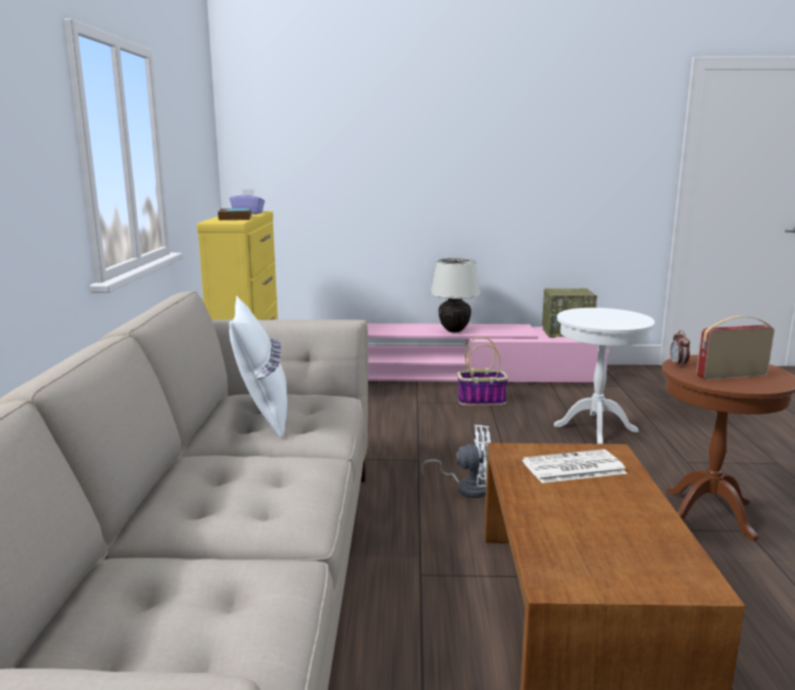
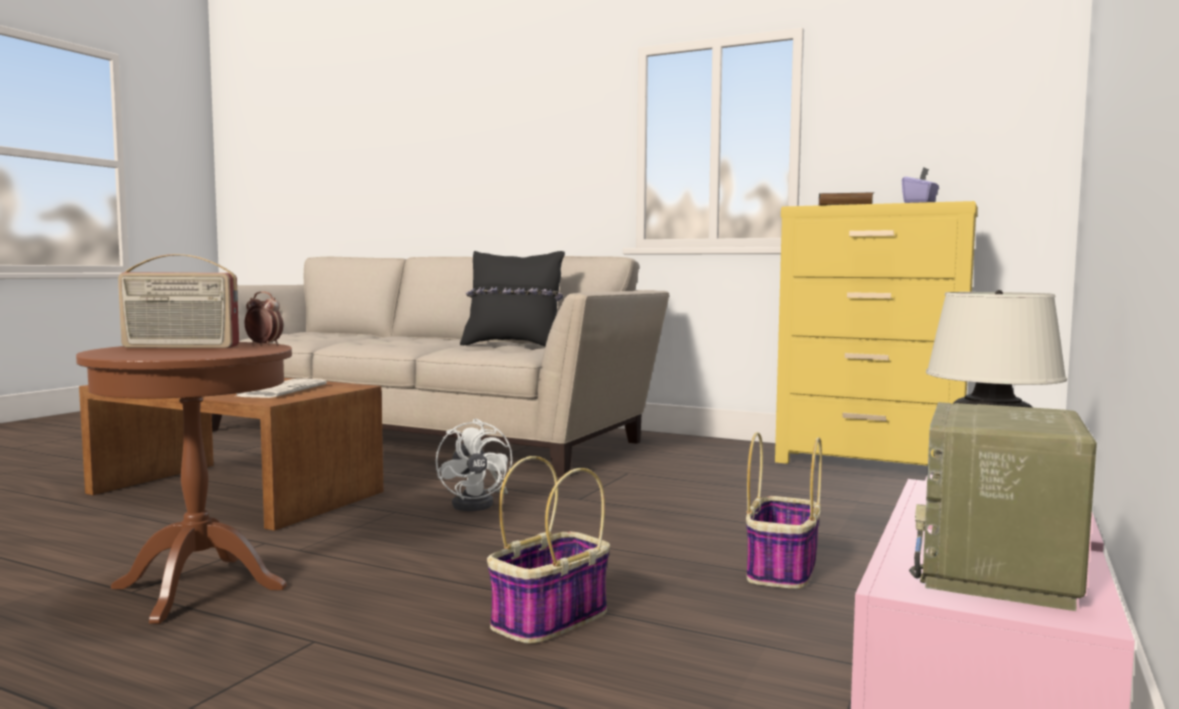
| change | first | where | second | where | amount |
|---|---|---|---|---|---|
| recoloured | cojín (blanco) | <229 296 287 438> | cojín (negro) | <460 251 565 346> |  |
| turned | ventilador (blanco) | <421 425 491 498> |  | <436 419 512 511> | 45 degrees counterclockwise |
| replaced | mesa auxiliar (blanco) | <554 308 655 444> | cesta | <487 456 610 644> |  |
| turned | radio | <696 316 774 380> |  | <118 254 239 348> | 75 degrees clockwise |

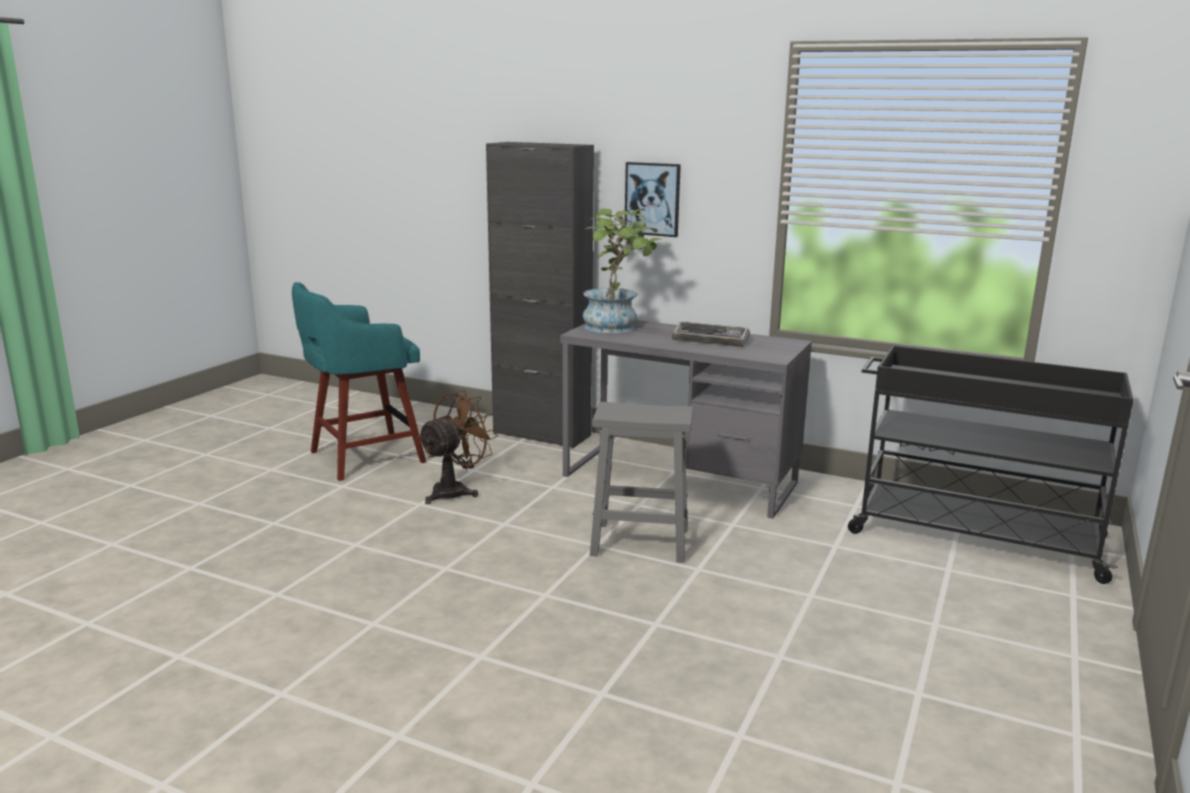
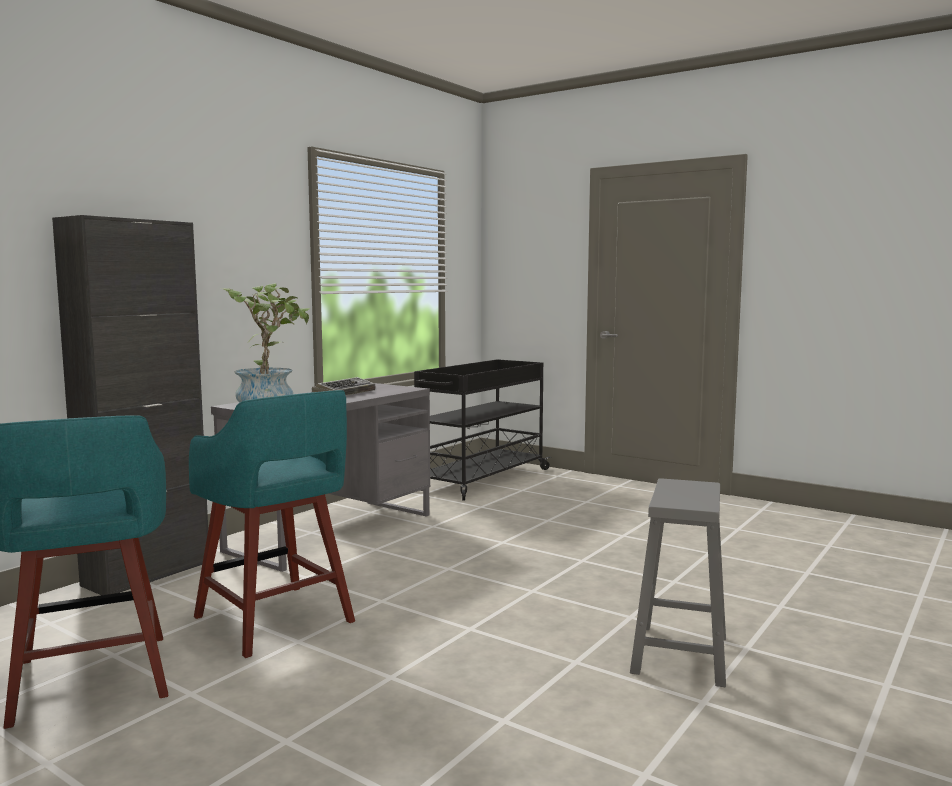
| change | first | where | second | where | amount |
|---|---|---|---|---|---|
| replaced | ventilador (marrón) | <417 390 498 504> | taburete (turquesa) | <189 390 355 658> |  |
| moved | taburete (gris) | <590 402 693 563> |  | <630 478 726 687> |  |
| removed | cuadro | <625 162 681 237> |  |  |  |

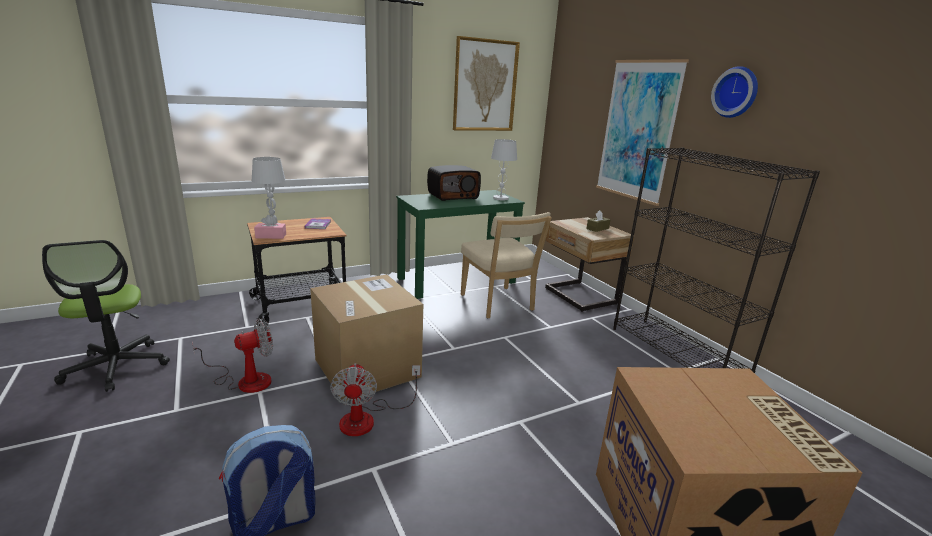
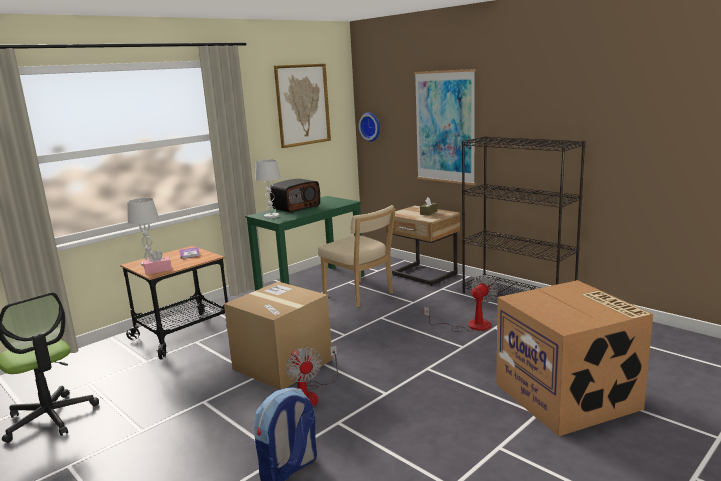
| change | first | where | second | where | amount |
|---|---|---|---|---|---|
| moved | ventilador | <192 318 273 393> |  | <424 275 498 332> |  |
| moved | lámpara de mesa (blanco) | <491 139 517 201> |  | <255 159 281 219> |  |
| moved | reloj de pared | <711 66 758 118> |  | <359 113 380 142> |  |

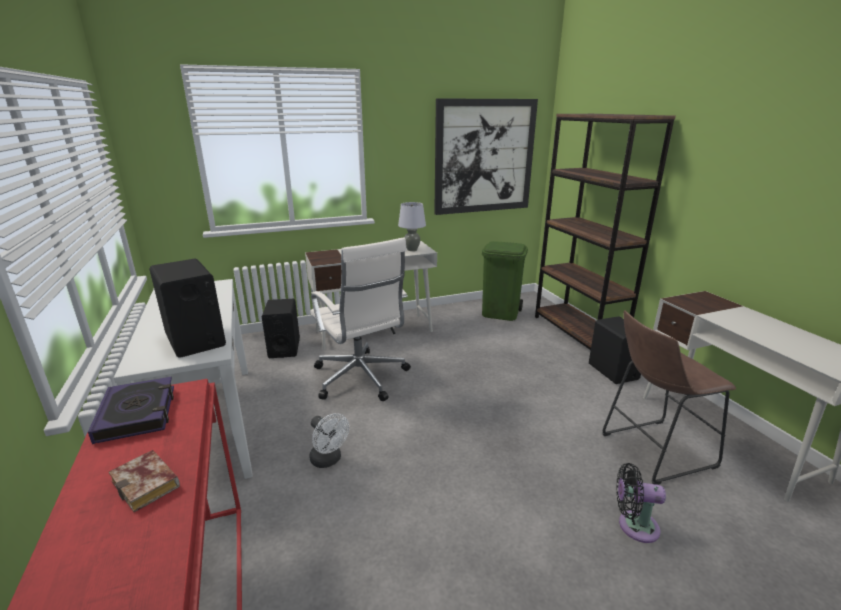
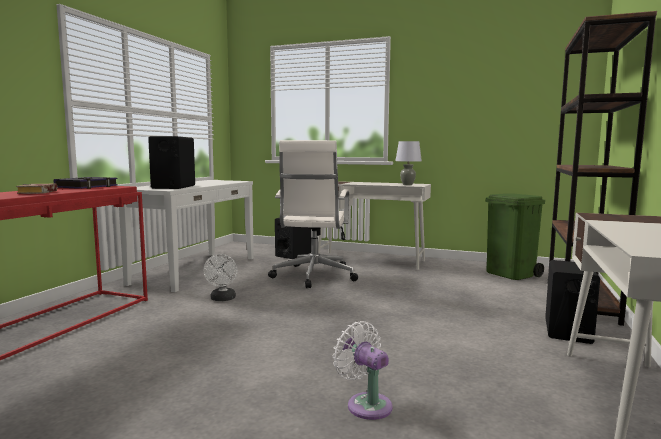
| change | first | where | second | where | amount |
|---|---|---|---|---|---|
| removed | cuadro | <434 98 538 215> |  |  |  |
| removed | taburete (marrón) | <602 310 736 485> |  |  |  |
| recoloured | ventilador (negro) | <616 463 666 543> | ventilador (blanco) | <333 321 393 420> |  |

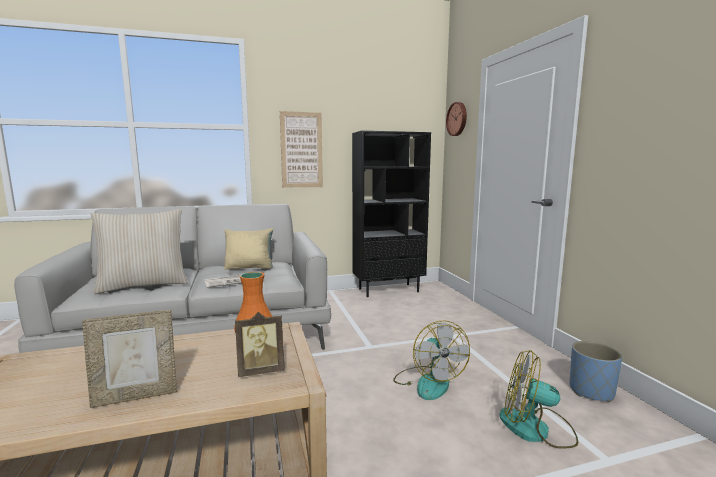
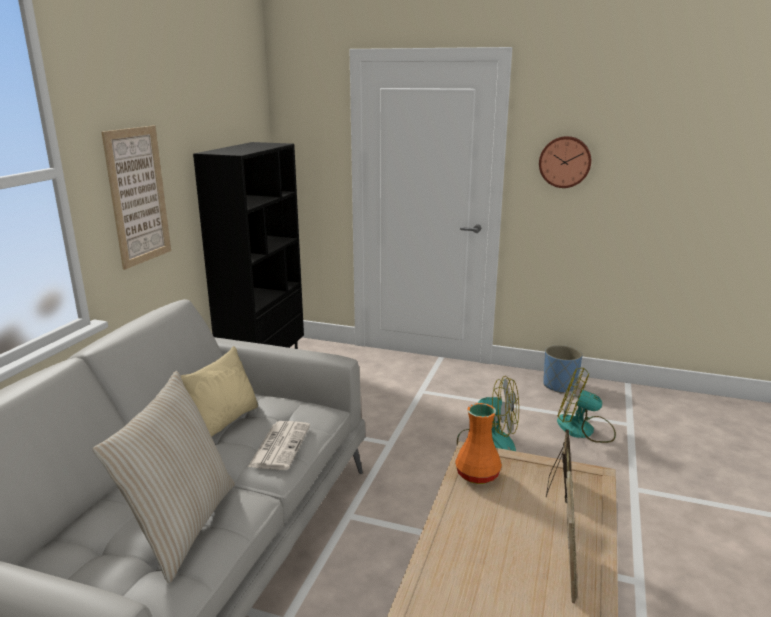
| change | first | where | second | where | amount |
|---|---|---|---|---|---|
| moved | reloj de pared | <446 102 467 136> |  | <539 136 591 188> |  |
| turned | ventilador | <499 350 578 448> |  | <557 368 616 443> | 60 degrees clockwise |

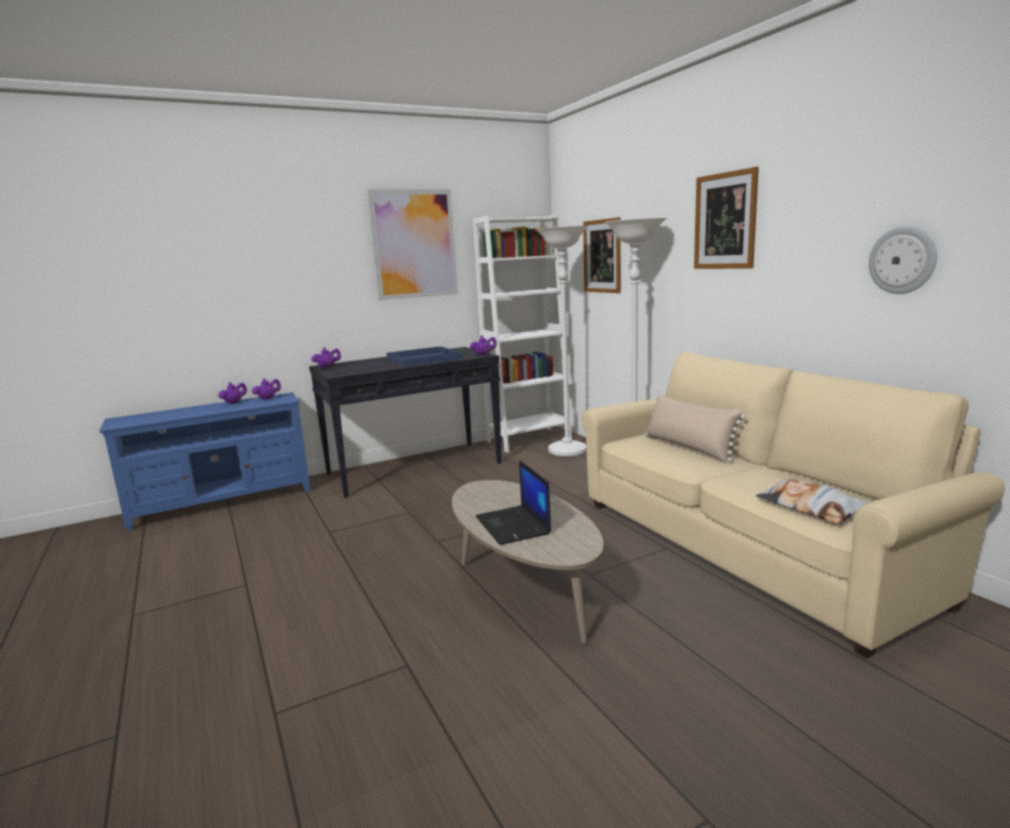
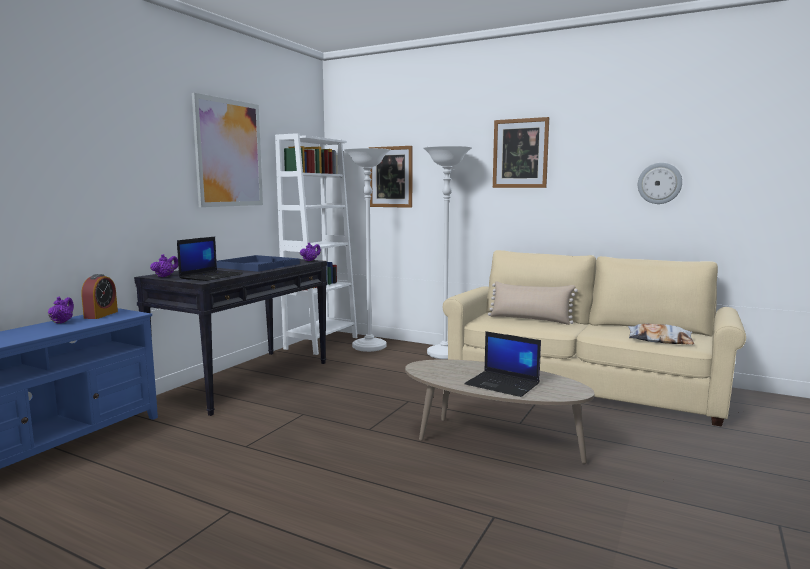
| change | first | where | second | where | amount |
|---|---|---|---|---|---|
| replaced | tetera (morado) | <252 378 281 400> | despertador | <81 274 118 319> |  |
| added |  |  | portátil | <177 237 243 281> |  |

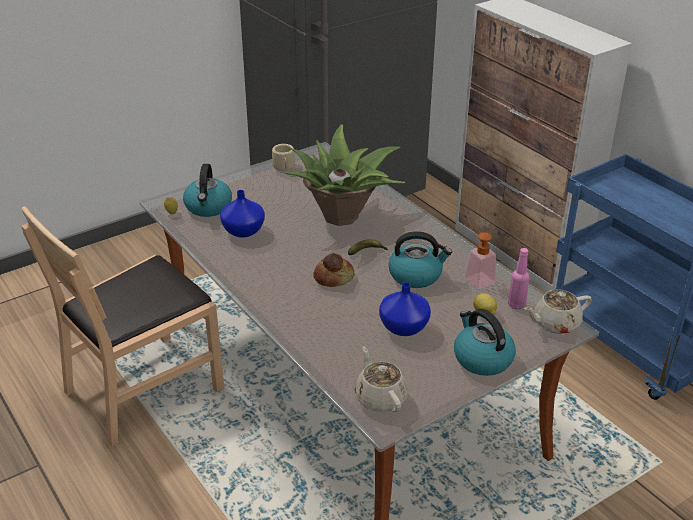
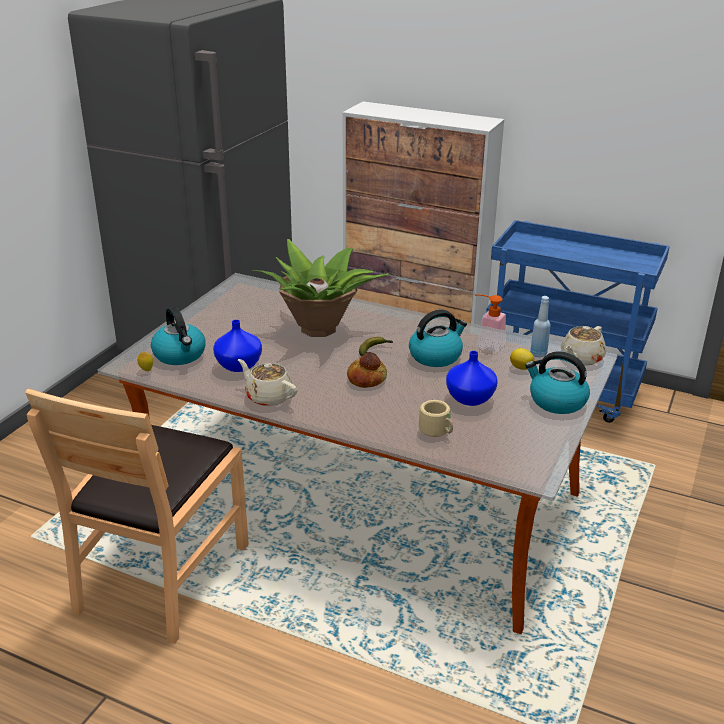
| change | first | where | second | where | amount |
|---|---|---|---|---|---|
| moved | taza grande (beis) | <272 144 295 170> |  | <419 400 453 437> |  |
| moved | tetera (beis) | <355 346 408 412> |  | <238 359 297 406> |  |
| recoloured | botella (rosa) | <508 248 530 309> | botella (azul) | <530 296 551 357> |  |

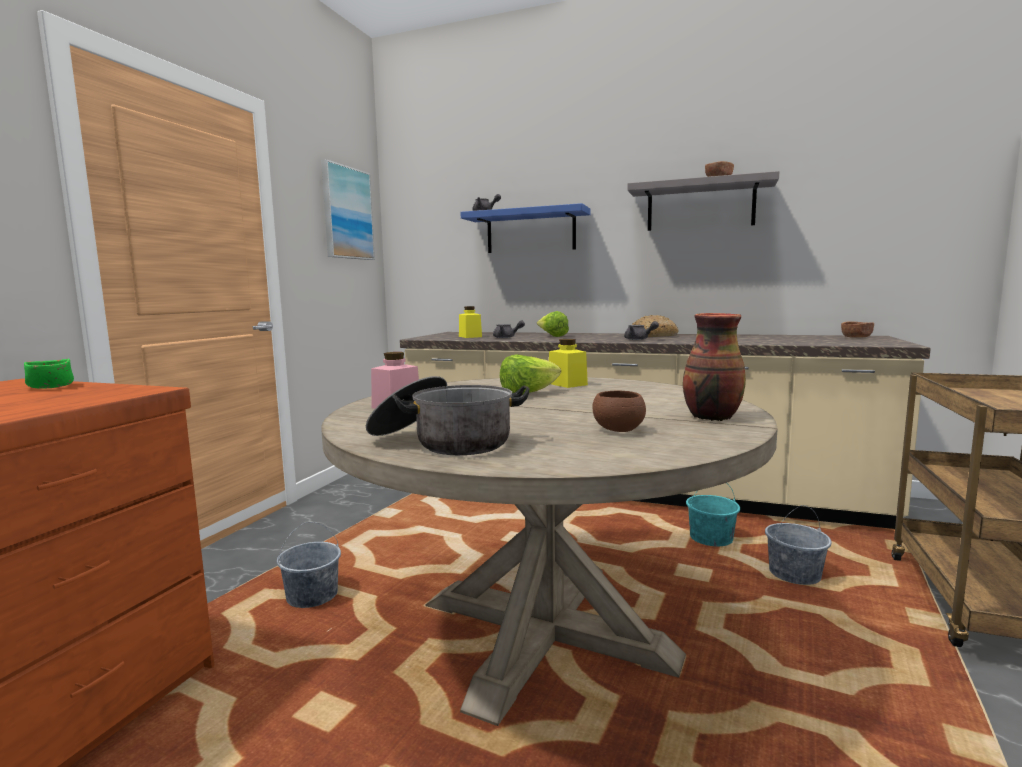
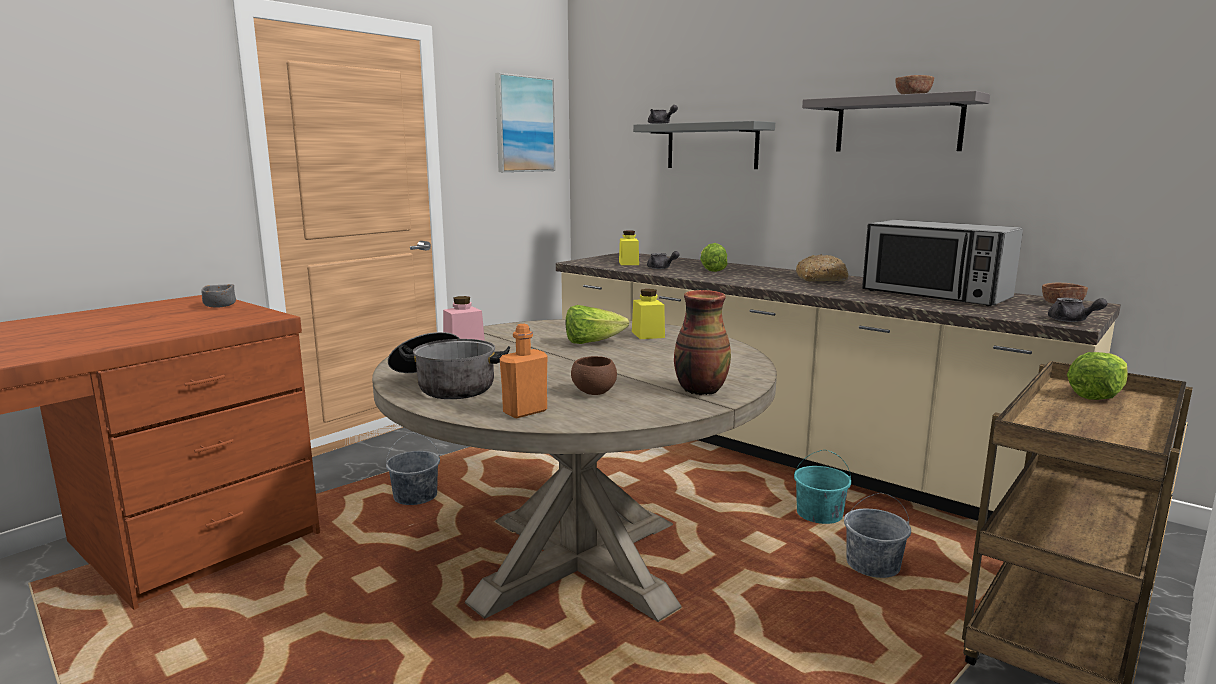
| change | first | where | second | where | amount |
|---|---|---|---|---|---|
| recoloured | cuenco (verde) | <24 358 74 388> | cuenco (gris) | <201 284 236 308> |  |
| recoloured | estante (azul) | <461 203 591 253> | estante (gris) | <633 121 775 169> |  |
| moved | tetera (gris) | <624 321 659 340> |  | <1048 298 1108 322> |  |
| added |  |  | botella (naranja) | <500 324 547 418> |  |
| added |  |  | microondas | <862 220 1023 306> |  |
| added |  |  | lechuga | <1067 352 1127 400> |  |

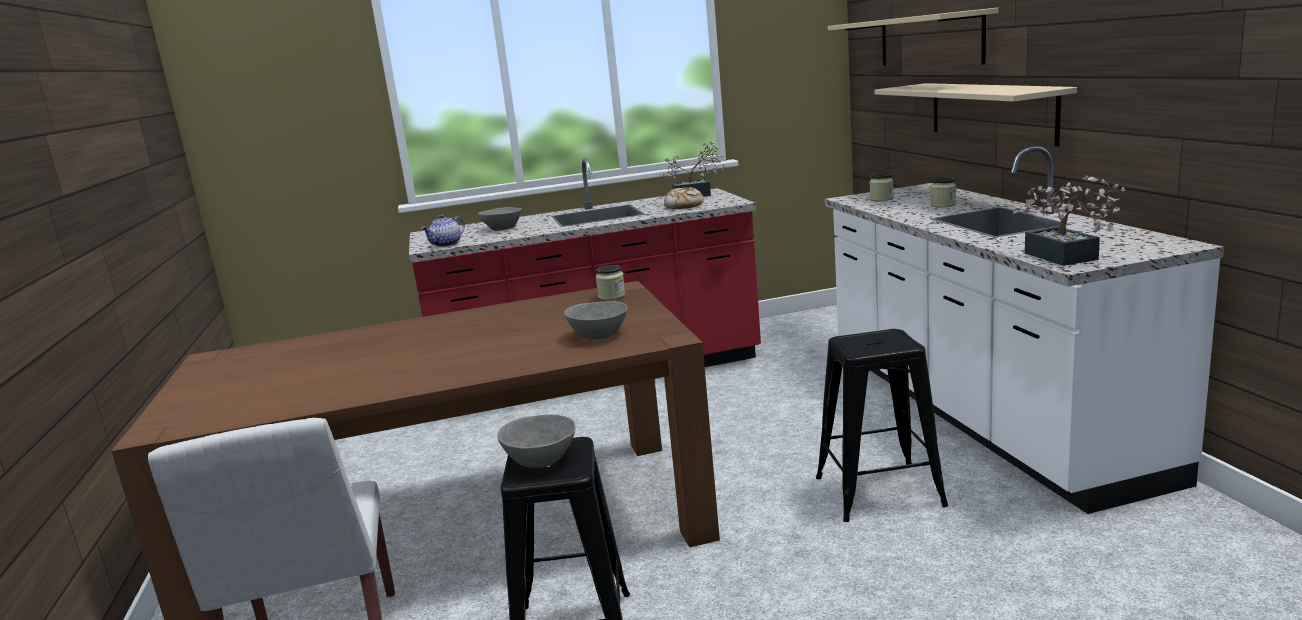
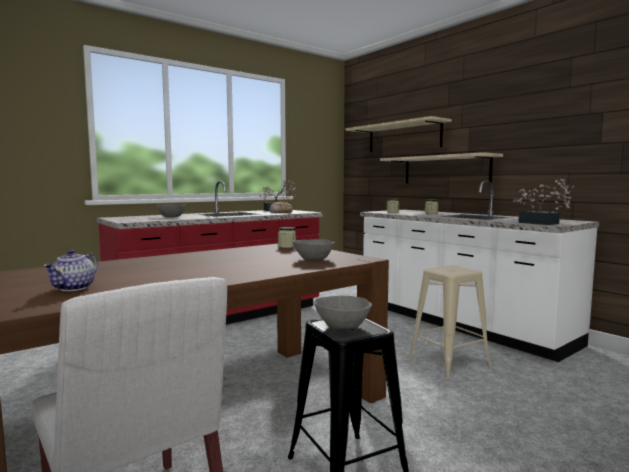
| change | first | where | second | where | amount |
|---|---|---|---|---|---|
| moved | tetera | <421 214 465 247> |  | <43 250 98 291> |  |
| recoloured | taburete (negro) | <816 329 948 522> | taburete (beis) | <408 266 492 379> |  |

